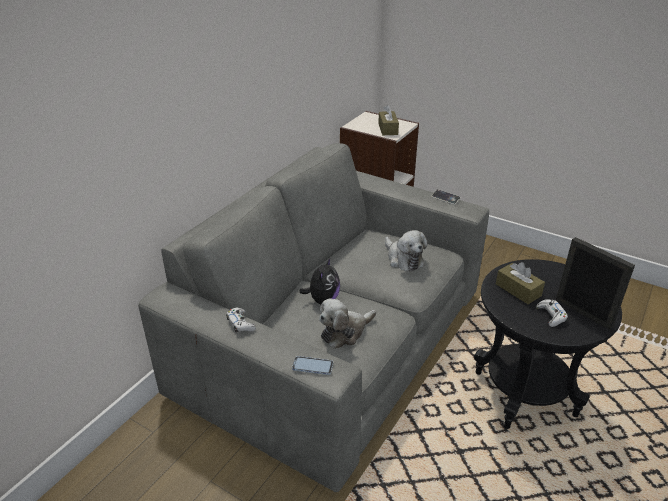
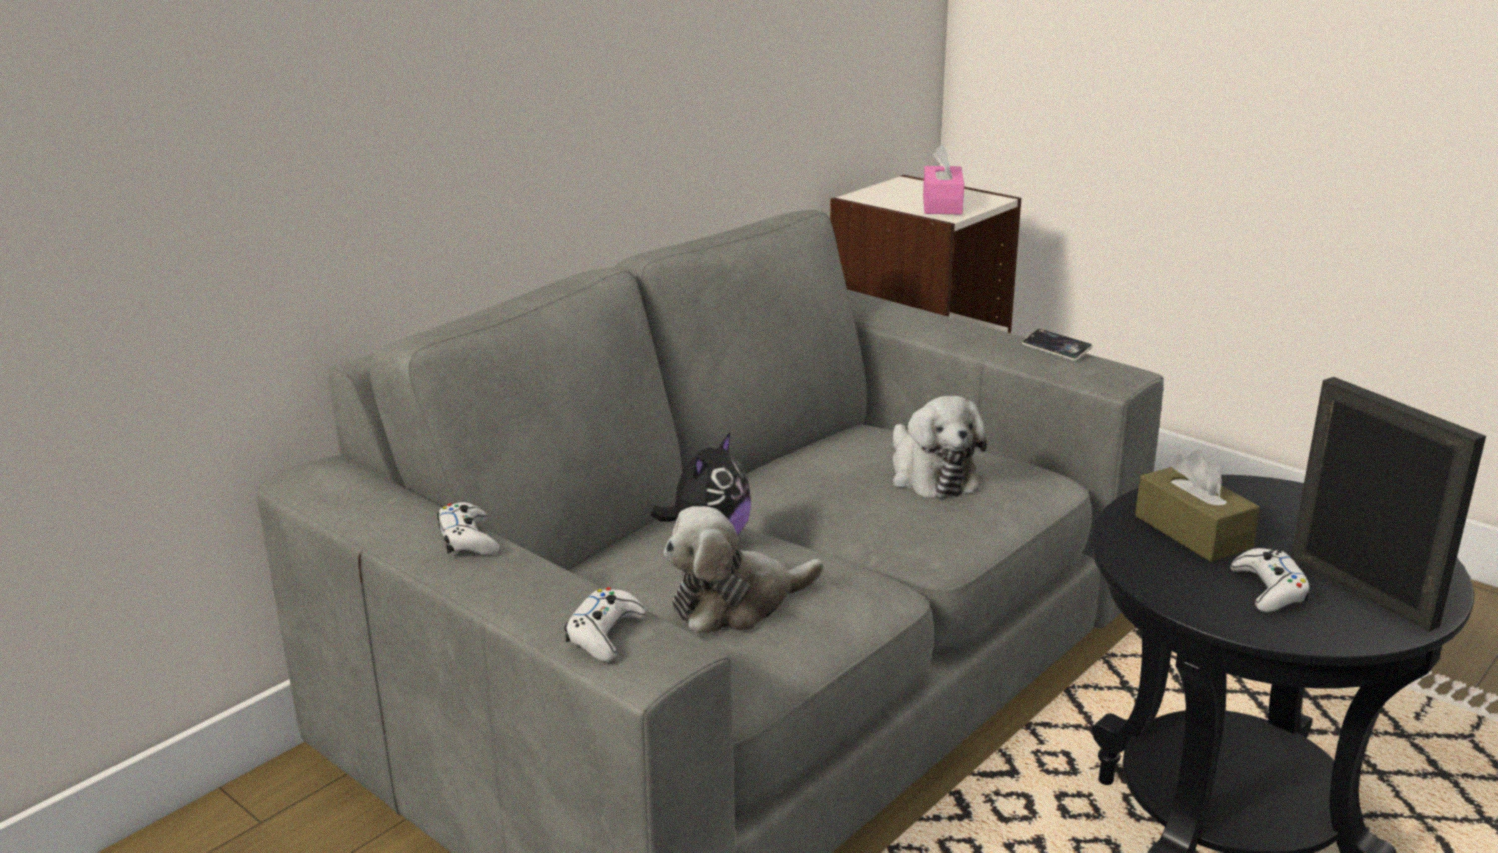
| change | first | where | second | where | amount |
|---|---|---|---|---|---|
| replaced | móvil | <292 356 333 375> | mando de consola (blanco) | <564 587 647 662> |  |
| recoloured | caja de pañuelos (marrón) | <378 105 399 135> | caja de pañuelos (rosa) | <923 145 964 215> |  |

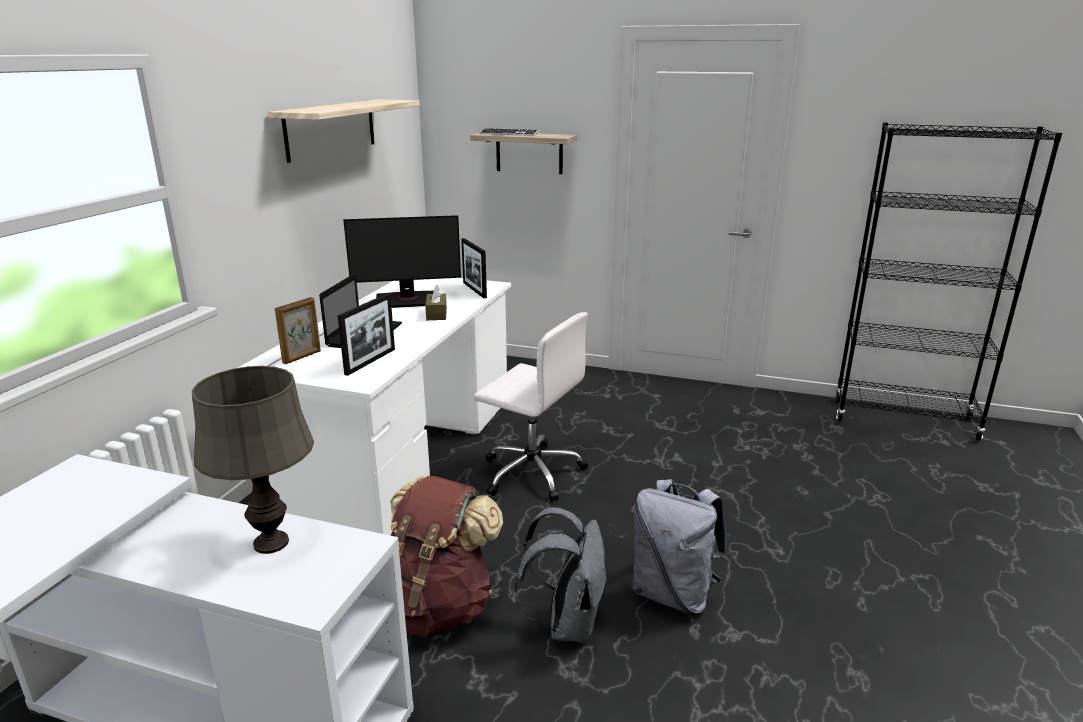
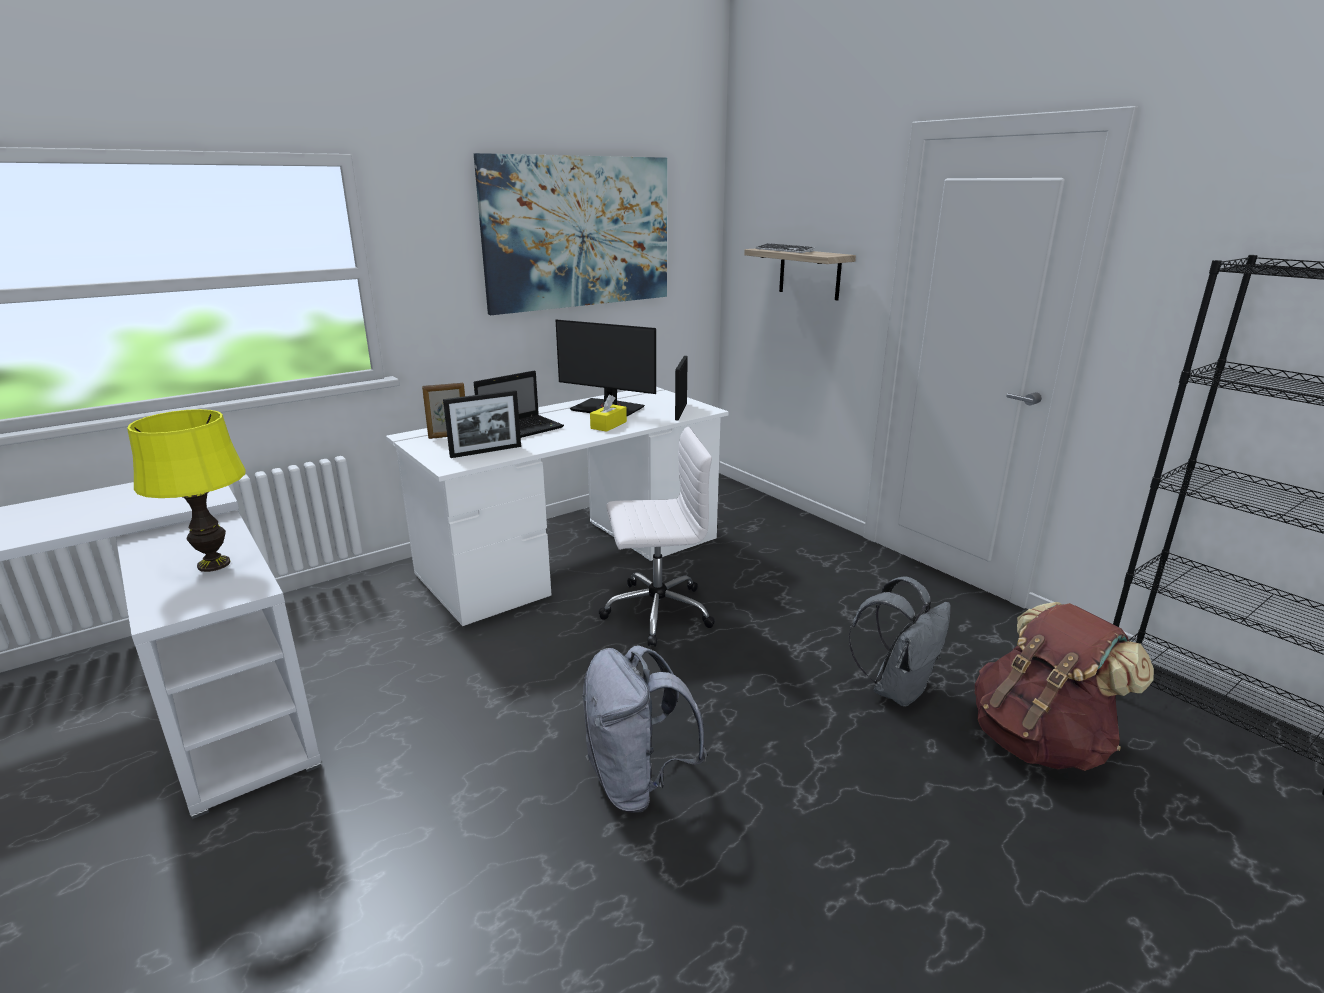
| change | first | where | second | where | amount |
|---|---|---|---|---|---|
| recoloured | lámpara de mesa (gris) | <192 366 314 554> | lámpara de mesa (amarillo) | <127 409 246 572> |  |
| replaced | estante | <268 99 420 163> | cuadro | <474 153 667 315> |  |
| moved | mochila (marrón) | <390 476 503 636> |  | <975 602 1154 771> |  |
| recoloured | caja de pañuelos (marrón) | <425 284 447 320> | caja de pañuelos (amarillo) | <590 395 627 432> |  |
| turned | silla de oficina (blanco) | <473 312 588 502> |  | <598 427 715 647> | 75 degrees counterclockwise |
| moved | mochila (gris) | <515 507 607 643> |  | <848 576 951 706> |  |

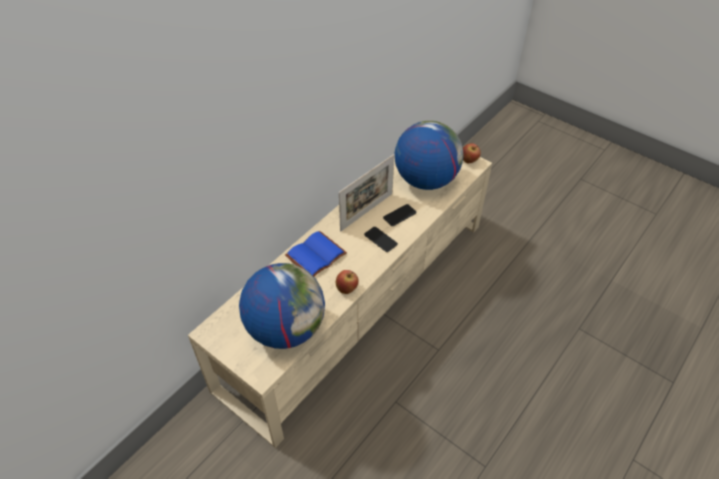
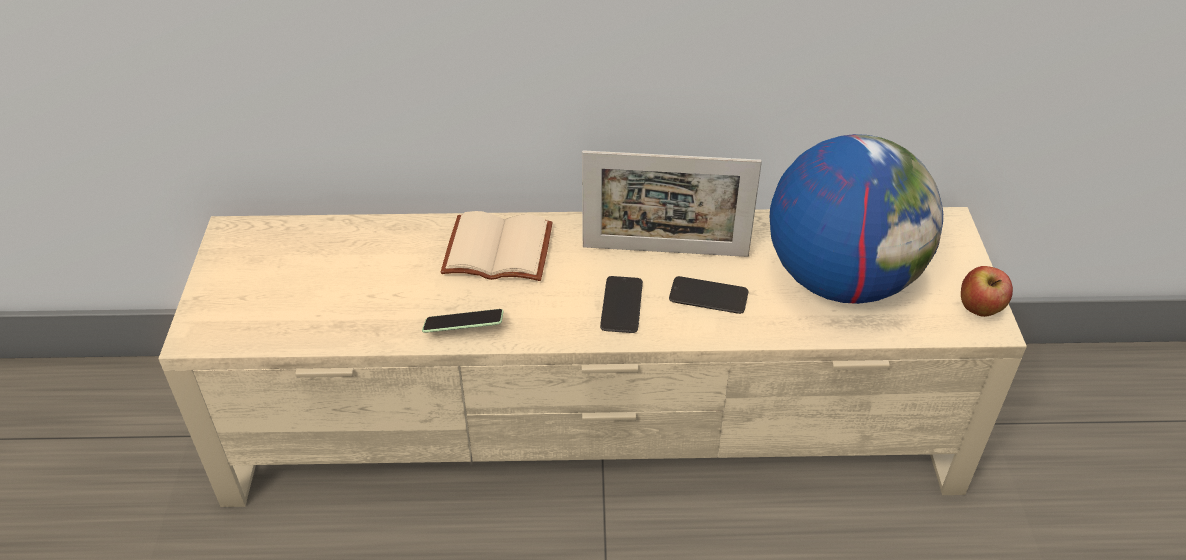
| change | first | where | second | where | amount |
|---|---|---|---|---|---|
| removed | globo terráqueo | <239 263 325 349> |  |  |  |
| recoloured | libro (azul) | <285 231 347 277> | libro (beis) | <440 211 553 281> |  |
| replaced | manzana | <336 270 359 294> | móvil | <422 309 504 333> |  |

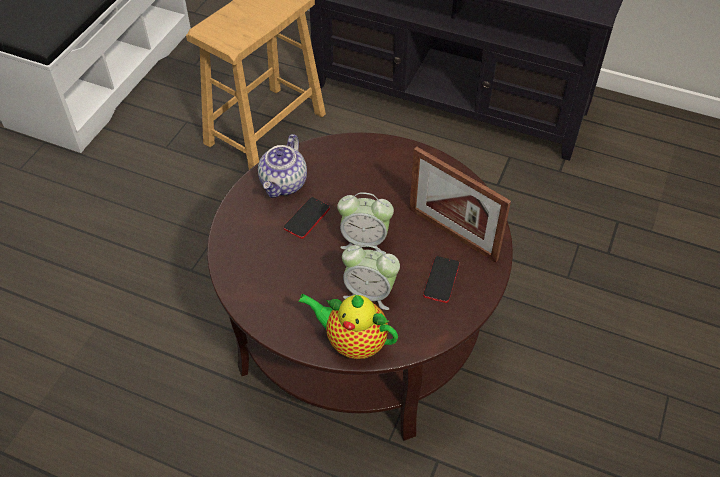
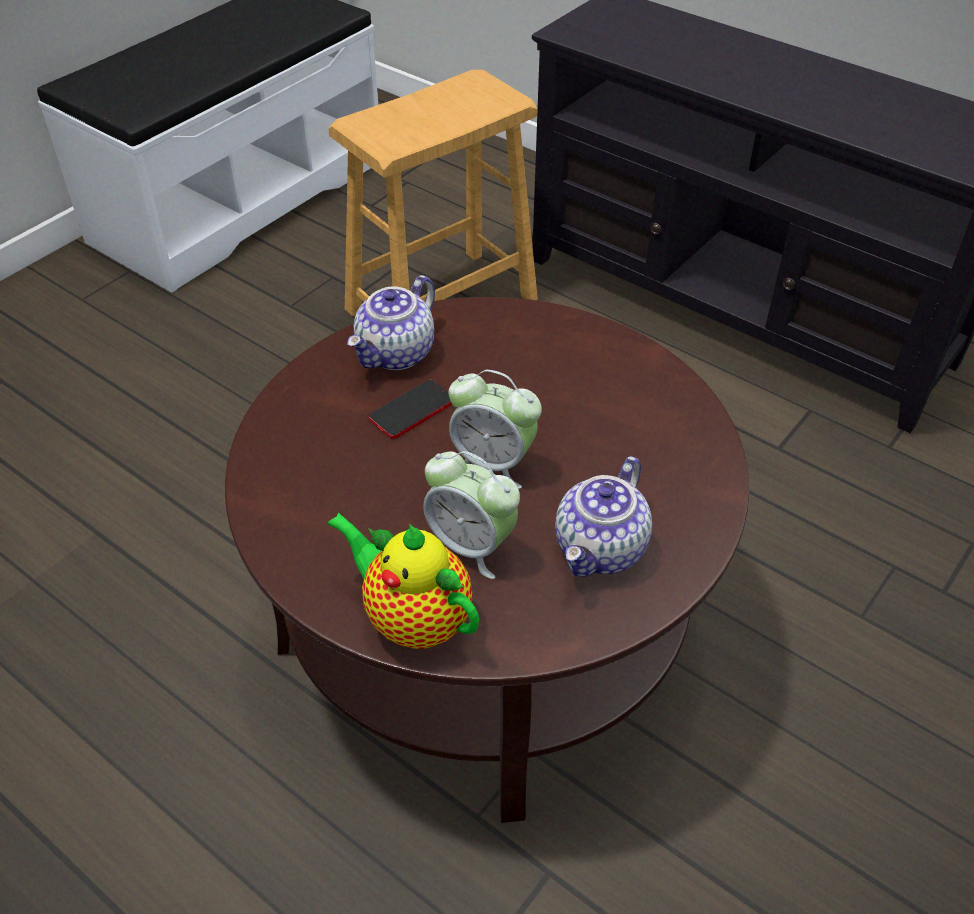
| change | first | where | second | where | amount |
|---|---|---|---|---|---|
| removed | portarretratos | <409 147 511 263> |  |  |  |
| replaced | móvil | <423 256 459 303> | tetera | <555 456 652 577> |  |

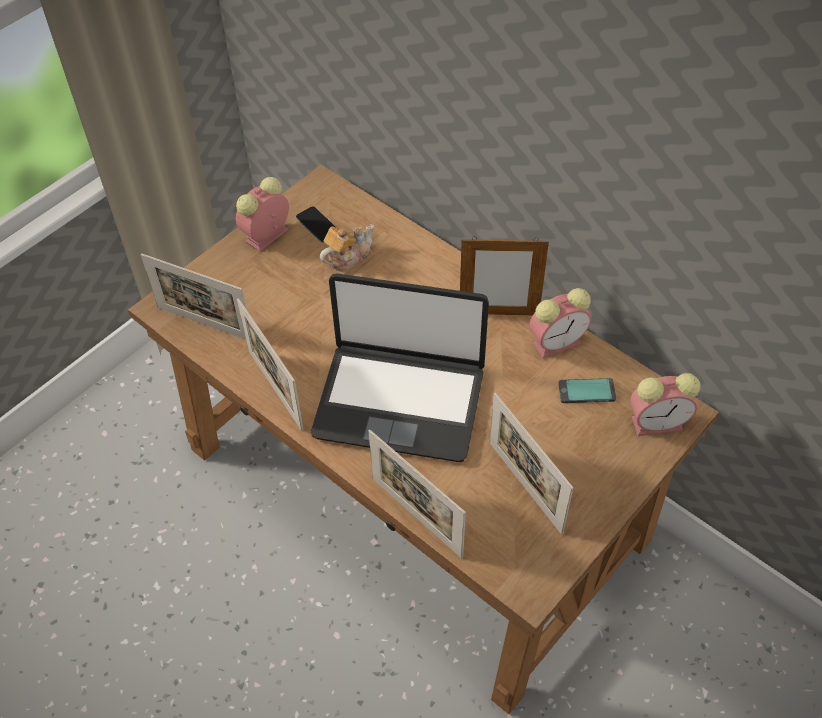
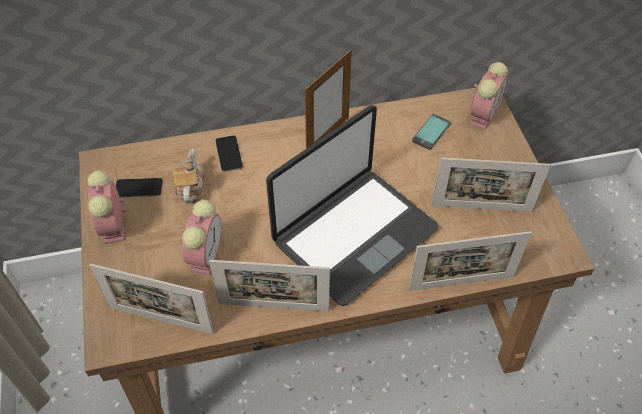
| change | first | where | second | where | amount |
|---|---|---|---|---|---|
| turned | portarretratos | <141 253 246 340> |  | <89 263 214 334> | 45 degrees clockwise |
| moved | despertador | <529 288 591 359> |  | <182 200 222 275> |  |
| added |  |  | móvil | <215 135 243 172> |  |

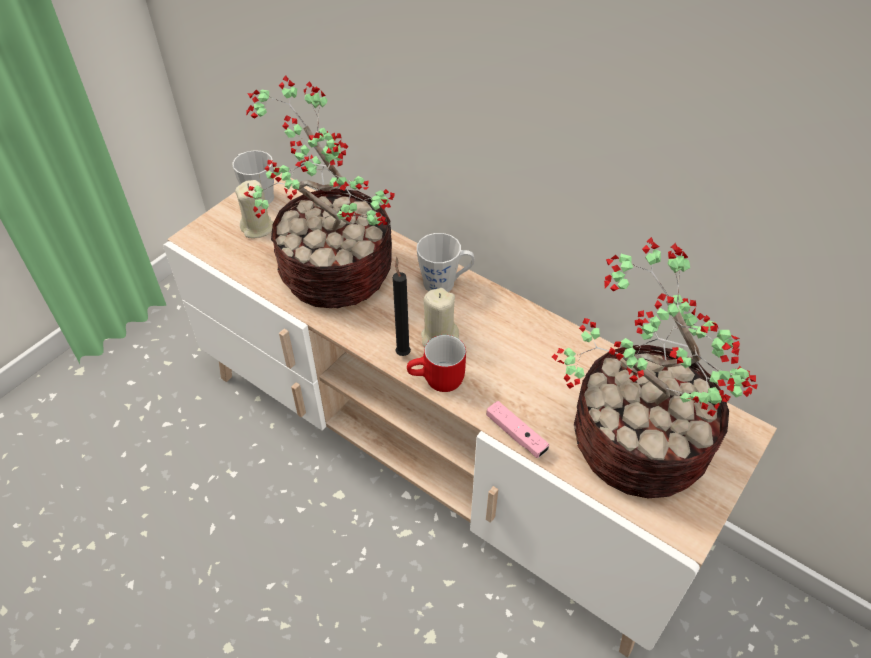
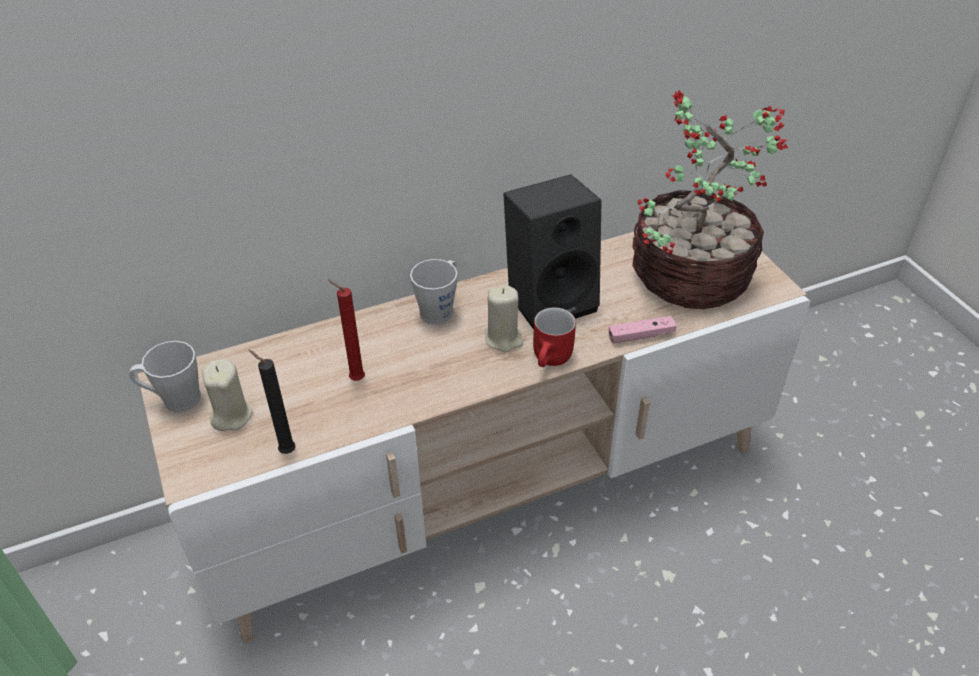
| change | first | where | second | where | amount |
|---|---|---|---|---|---|
| replaced | planta en maceta | <243 76 395 308> | vela (rojo) | <328 279 365 381> |  |
| moved | vela (negro) | <393 257 411 356> |  | <248 350 296 454> |  |
| added |  |  | altavoz (negro) | <504 174 601 330> |  |

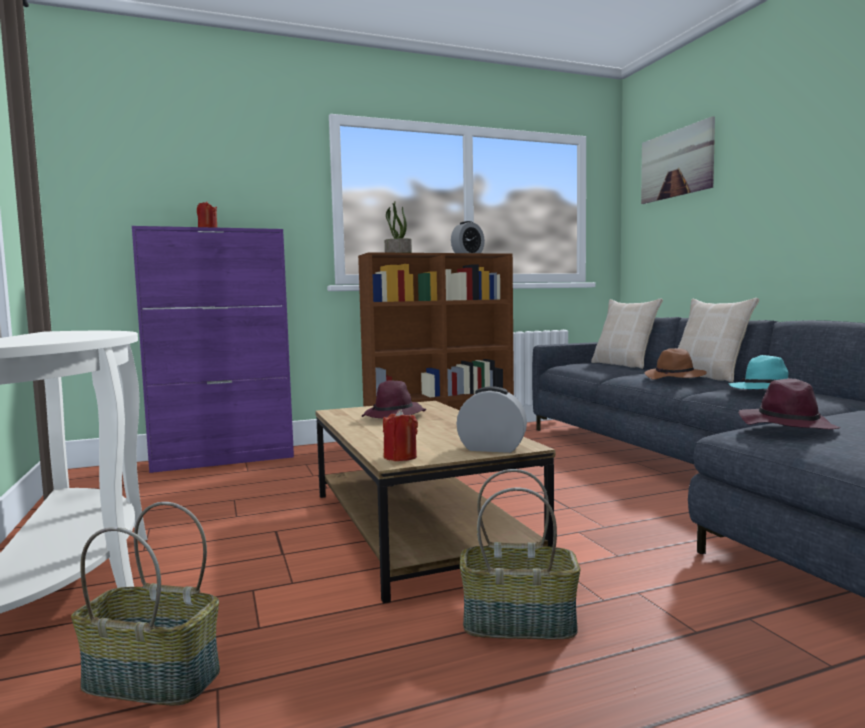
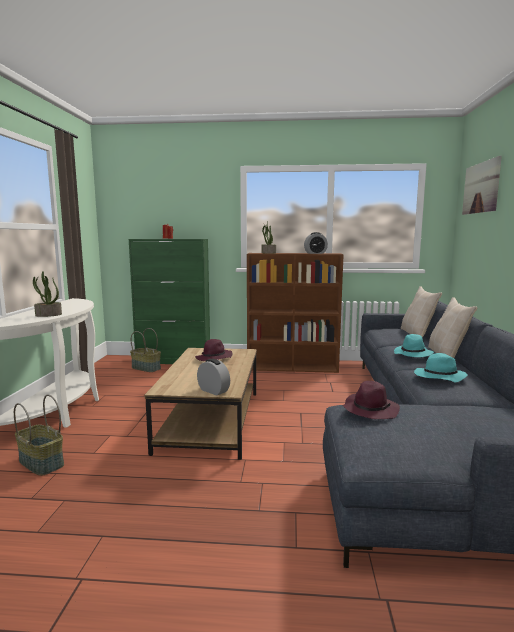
| change | first | where | second | where | amount |
|---|---|---|---|---|---|
| recoloured | armario (morado) | <132 226 294 473> | armario (verde) | <129 239 210 364> |  |
| removed | vela (rojo) | <383 409 418 461> |  |  |  |
| moved | cesta | <460 469 580 639> |  | <130 328 161 372> |  |
| recoloured | sombrero (marrón) | <645 348 707 379> | sombrero (turquesa) | <394 334 434 357> |  |
| added |  |  | planta en maceta | <33 271 62 317> |  |

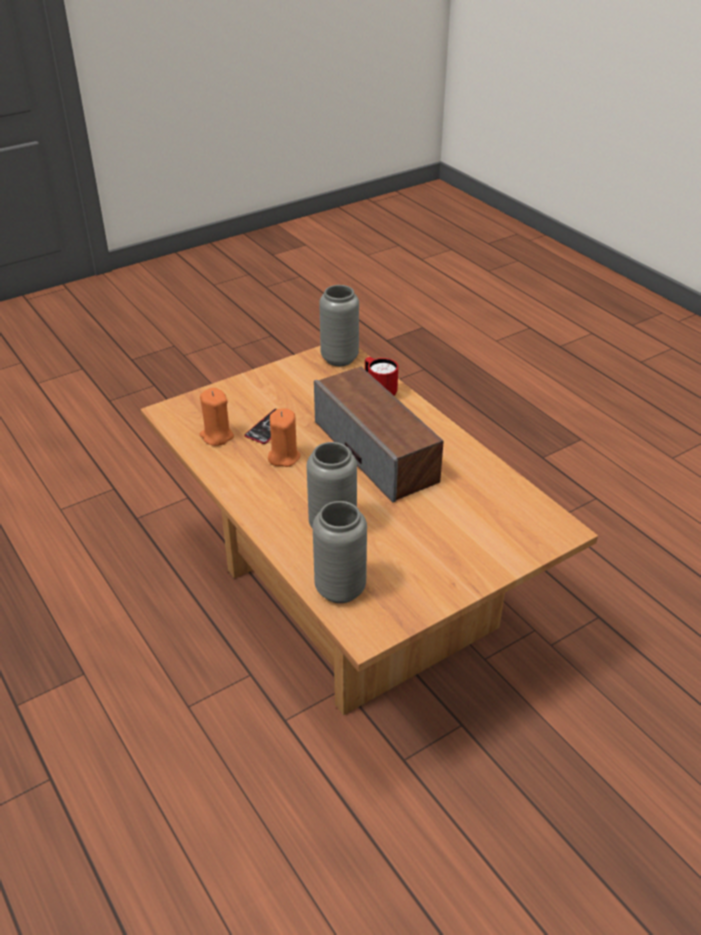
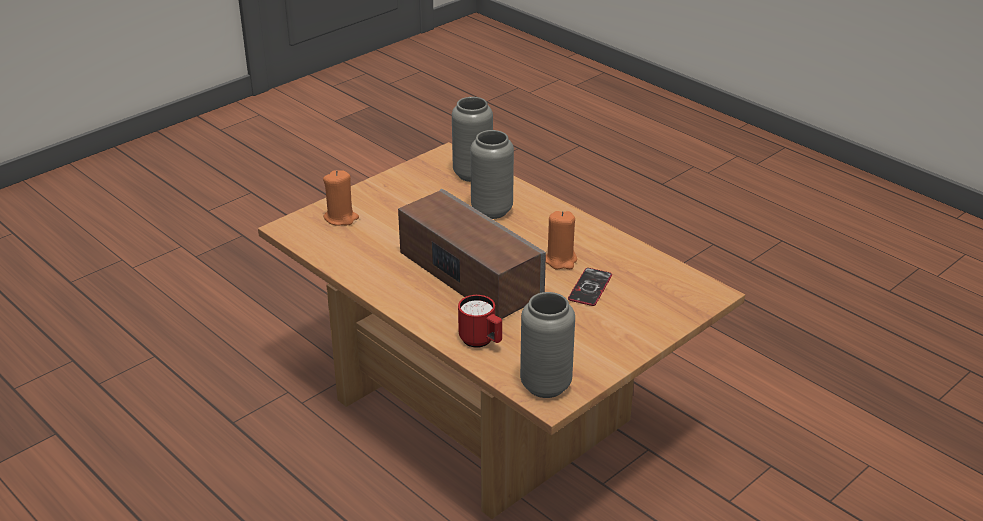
| change | first | where | second | where | amount |
|---|---|---|---|---|---|
| moved | vela (naranja) | <199 388 234 446> |  | <323 170 359 226> |  |

